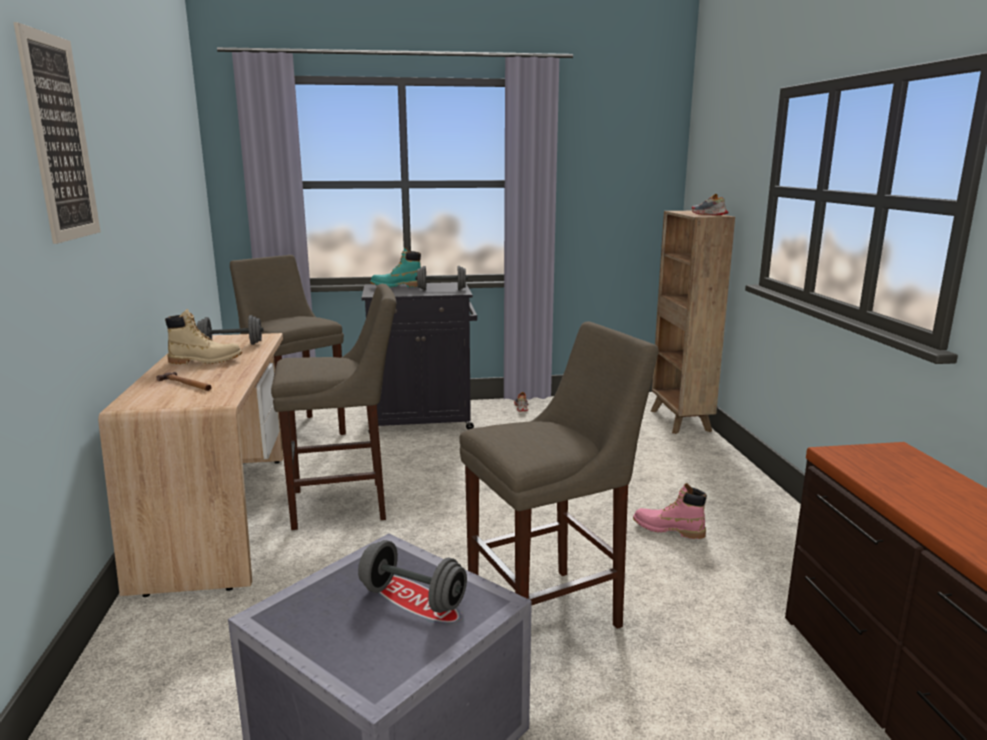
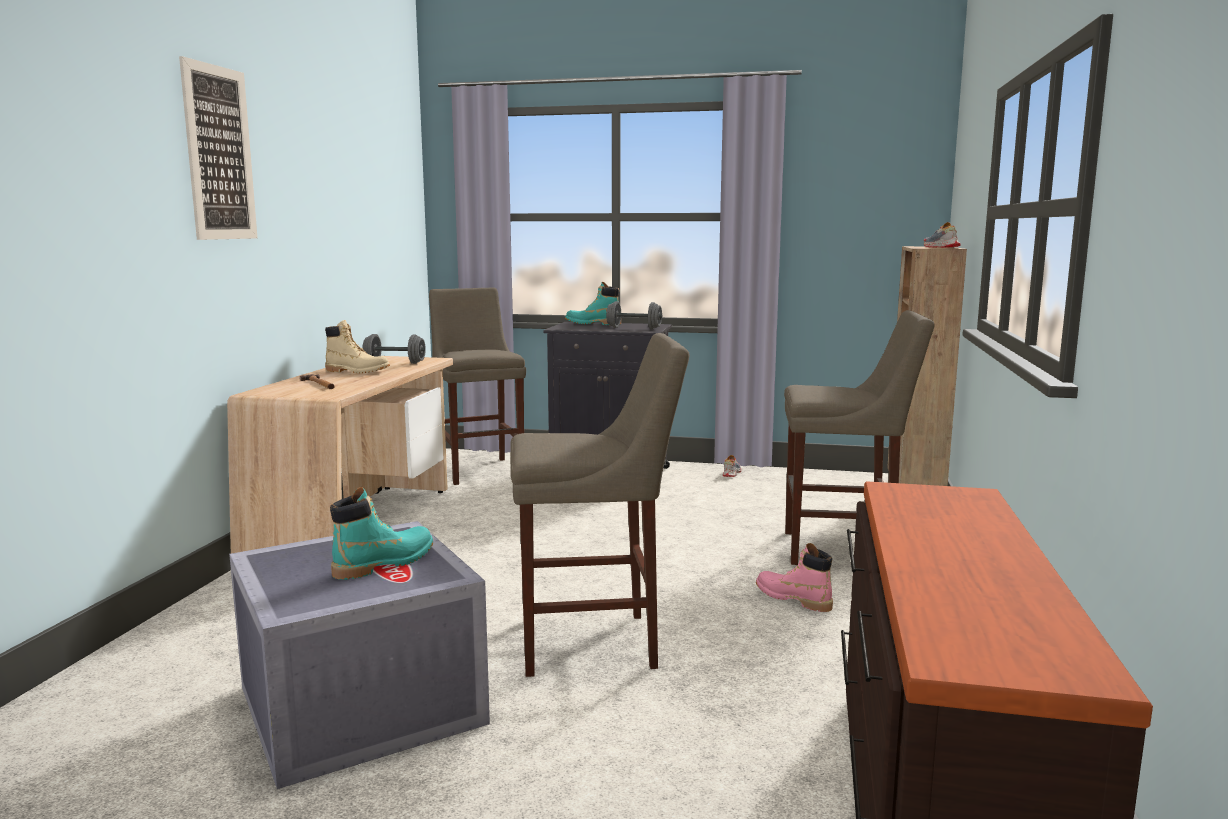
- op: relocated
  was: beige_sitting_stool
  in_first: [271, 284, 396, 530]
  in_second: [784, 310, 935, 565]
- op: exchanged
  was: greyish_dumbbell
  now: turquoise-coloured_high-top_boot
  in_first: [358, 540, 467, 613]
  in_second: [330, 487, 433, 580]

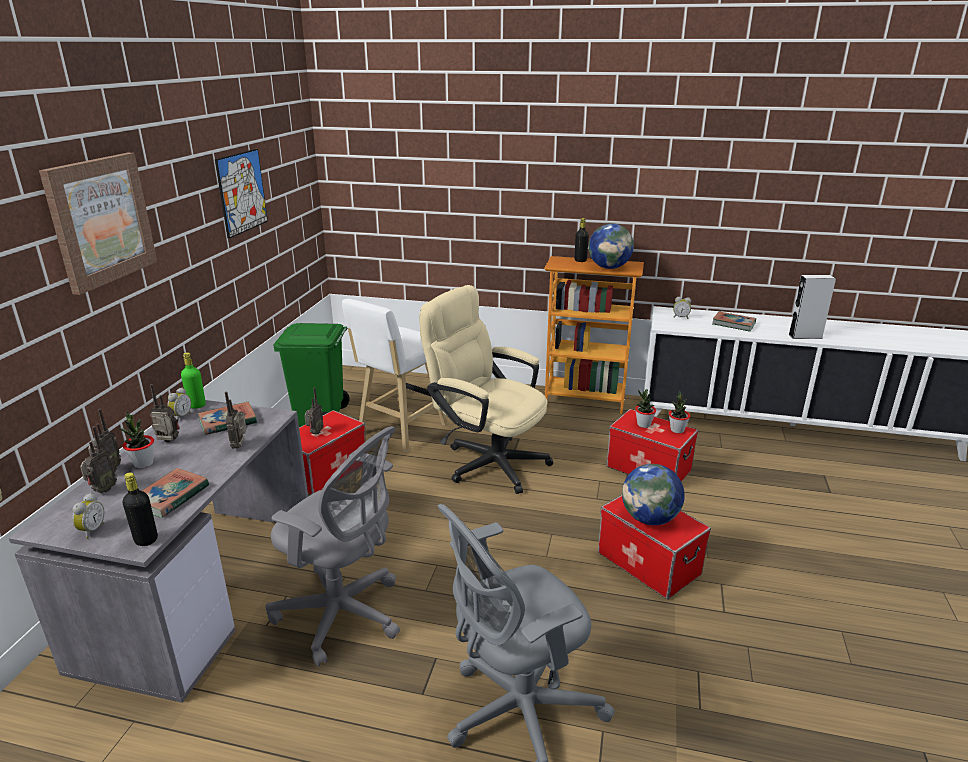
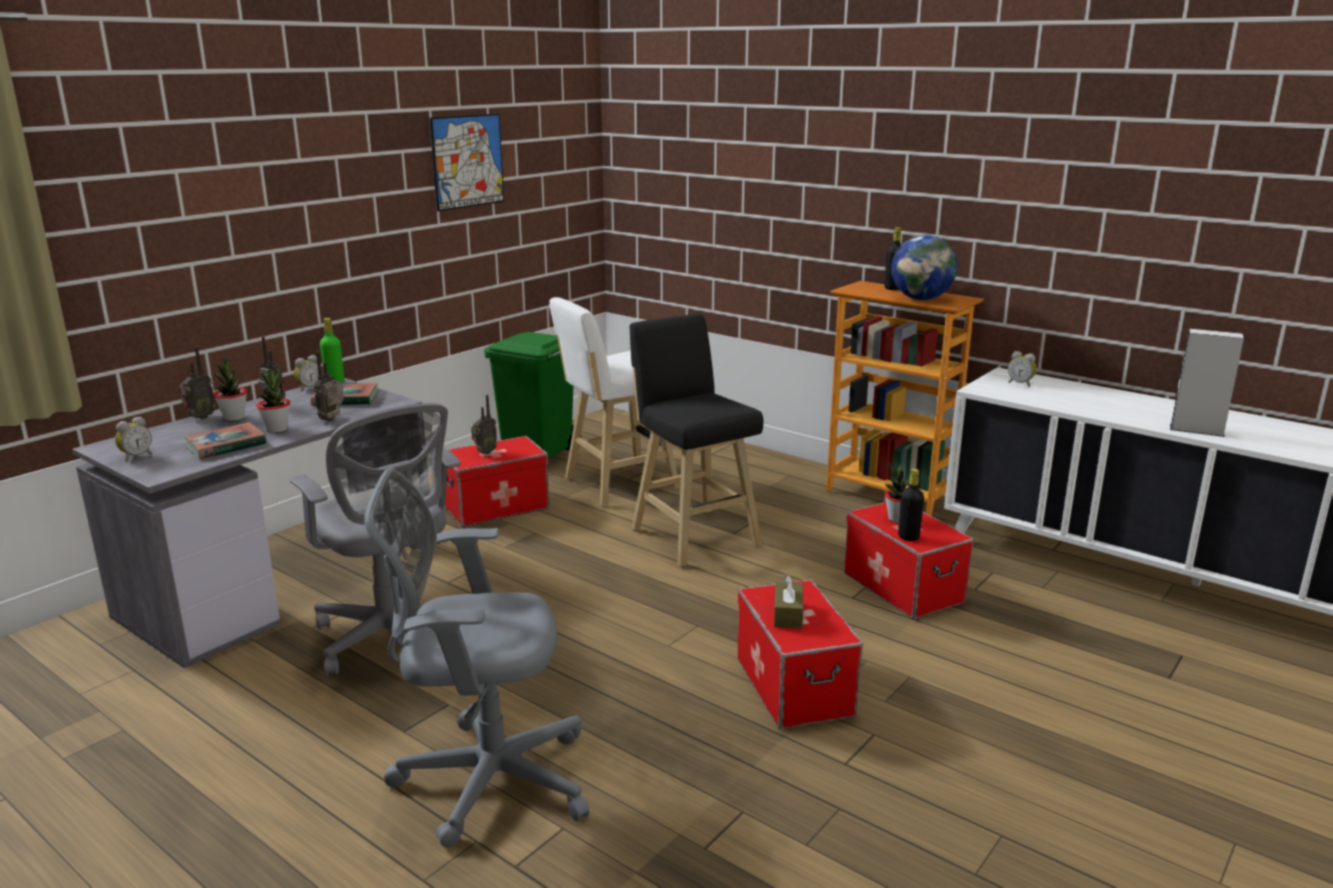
- op: missing
  was: picture
  in_first: [39, 153, 157, 295]
- op: missing
  was: radio_set
  in_first: [80, 426, 117, 493]
- op: relocated
  was: blackish_drink_bottle
  in_first: [123, 472, 158, 546]
  in_second: [898, 469, 924, 541]
- op: exchanged
  was: beige_desk_chair
  now: blackish_sitting_stool
  in_first: [419, 285, 553, 494]
  in_second: [630, 314, 763, 567]
- op: exchanged
  was: globe
  now: brownish_box_of_tissues
  in_first: [622, 464, 685, 525]
  in_second: [774, 575, 803, 629]
- op: relocated
  was: houseplant
  in_first: [669, 390, 690, 433]
  in_second: [256, 366, 290, 433]
- op: missing
  was: book
  in_first: [712, 312, 756, 332]

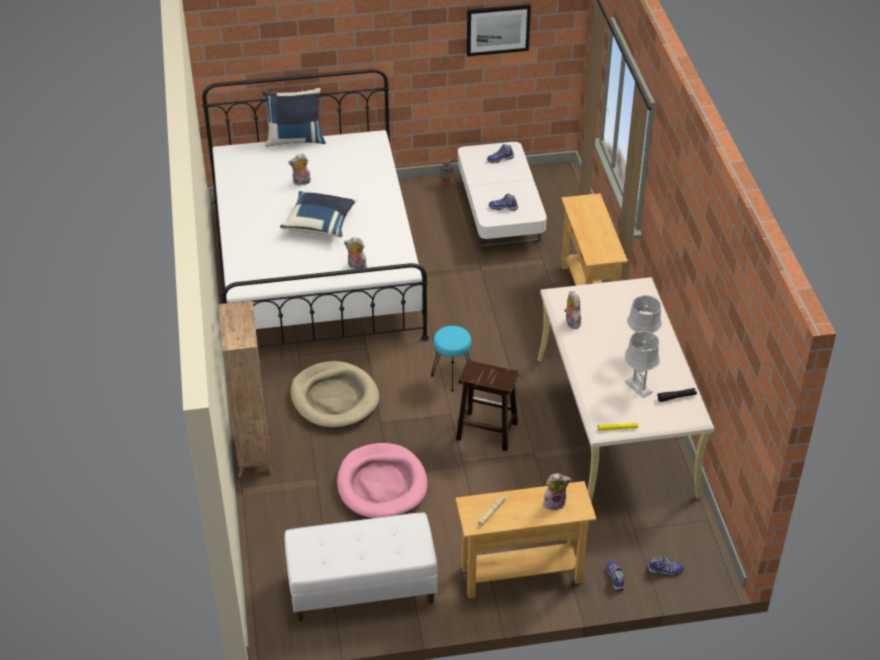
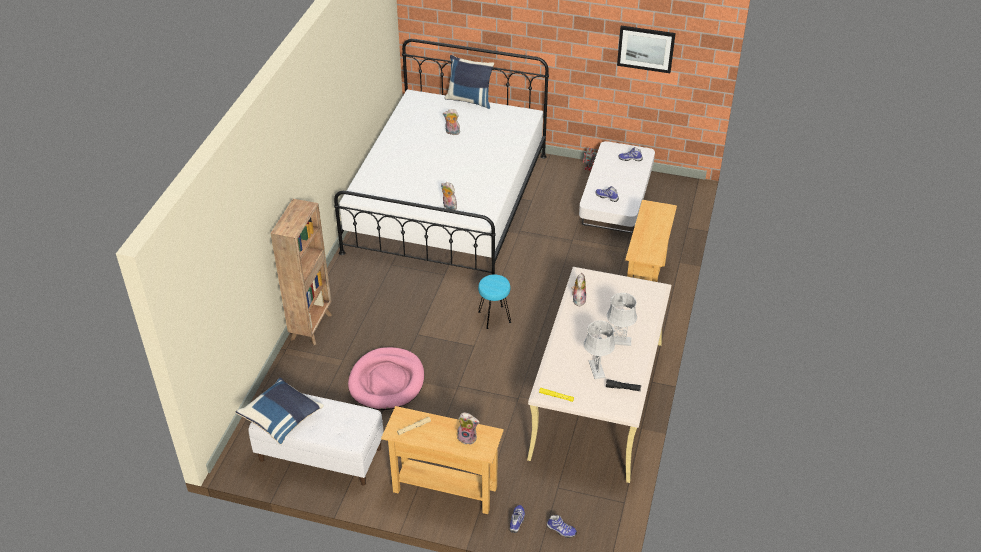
- op: relocated
  was: blue-coloured_cushion
  in_first: [280, 191, 357, 237]
  in_second: [236, 377, 324, 445]
- op: missing
  was: beige_pet_bed
  in_first: [290, 361, 379, 428]
- op: missing
  was: brownish_sitting_stool
  in_first: [456, 360, 519, 451]

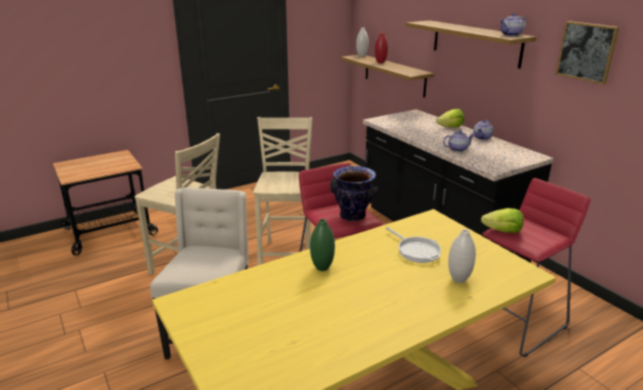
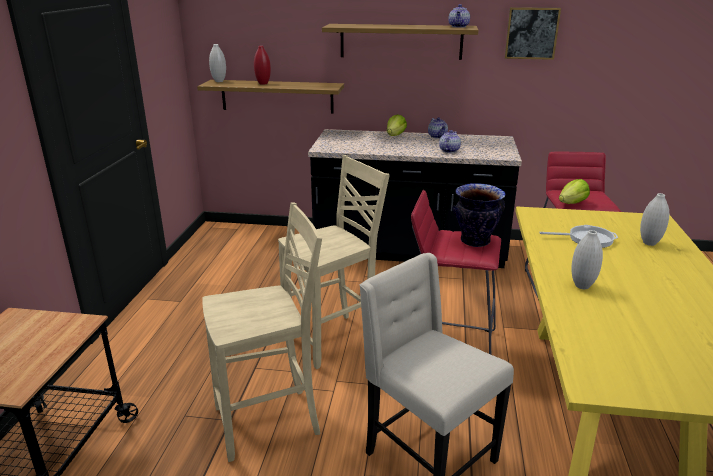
- op: spun
  was: beige_upright_chair
  in_first: [253, 117, 313, 265]
  in_second: [278, 155, 390, 369]
  clockwise: 105
- op: colour
  was: green_vase
  now: white_vase
  in_first: [310, 219, 335, 271]
  in_second: [571, 230, 603, 289]

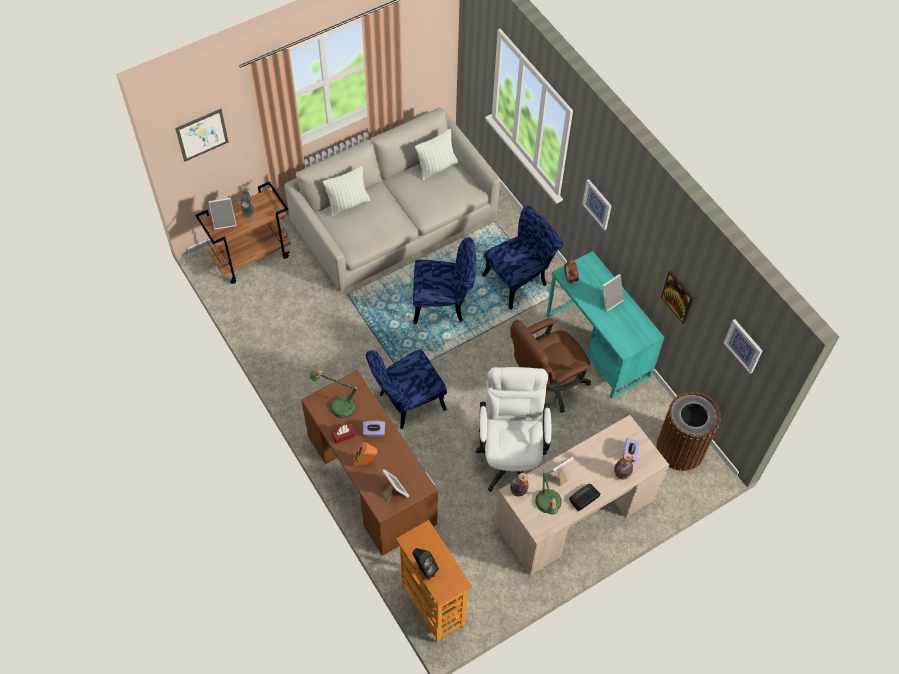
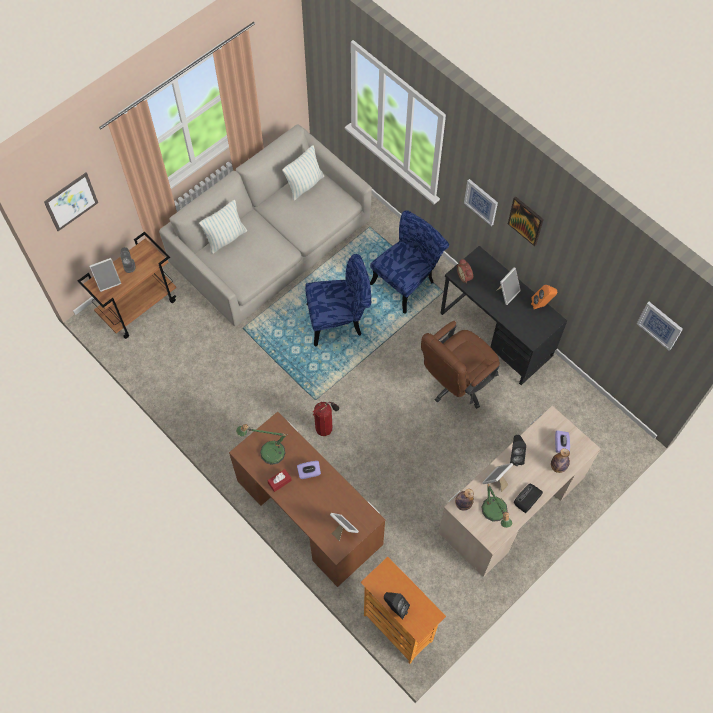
- op: relocated
  was: orange-coloured_audio_speaker
  in_first: [353, 442, 377, 466]
  in_second: [531, 285, 557, 309]
- op: exchanged
  was: blue-coloured_upright_chair
  now: extinguisher
  in_first: [366, 349, 447, 429]
  in_second: [313, 402, 339, 436]
- op: missing
  was: white_desk_chair
  in_first: [475, 367, 551, 492]
- op: colour
  was: turquoise-coloured_desk
  now: blackish_desk
  in_first: [546, 251, 664, 399]
  in_second: [441, 246, 567, 385]
- op: missing
  was: brownish_rubbish_bin
  in_first: [656, 392, 721, 471]
- op: relocated
  was: picture
  in_first: [661, 271, 694, 324]
  in_second: [508, 196, 544, 246]
- op: appeared
  now: blackish_audio_speaker
  in_second: [510, 435, 526, 466]

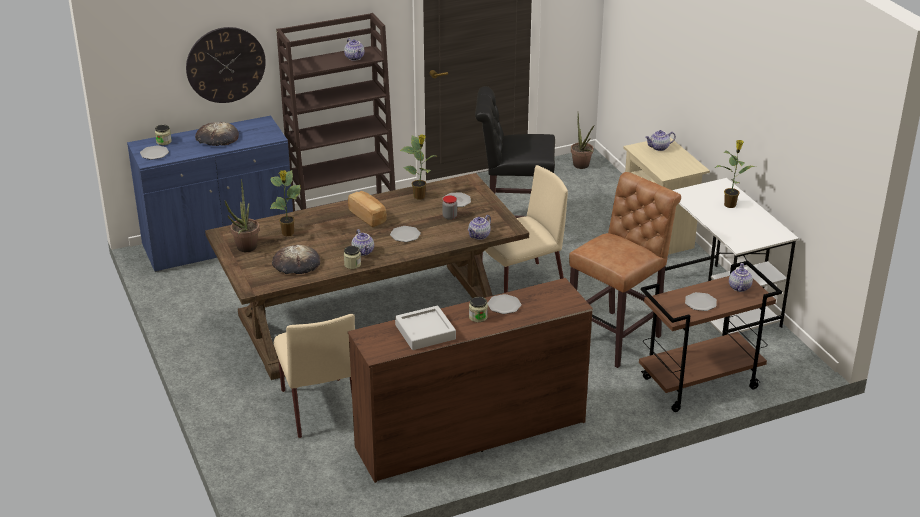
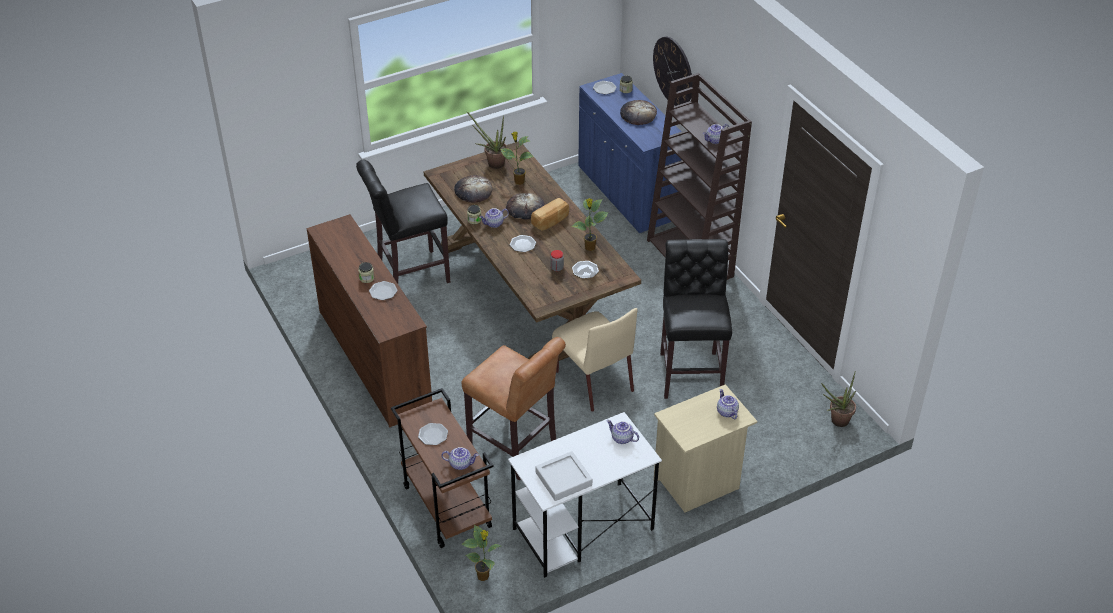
- op: exchanged
  was: beige_upright_chair
  now: blackish_sitting_stool
  in_first: [274, 314, 355, 438]
  in_second: [356, 159, 450, 283]
- op: relocated
  was: greyish_serving_tray
  in_first: [395, 306, 456, 350]
  in_second: [535, 451, 592, 501]
- op: relocated
  was: tea_pot
  in_first: [468, 215, 491, 240]
  in_second: [607, 420, 639, 444]
- op: relocated
  was: houseplant
  in_first: [715, 140, 757, 208]
  in_second: [461, 525, 501, 581]
- op: appeared
  now: bakery_bread
  in_second: [506, 193, 545, 220]

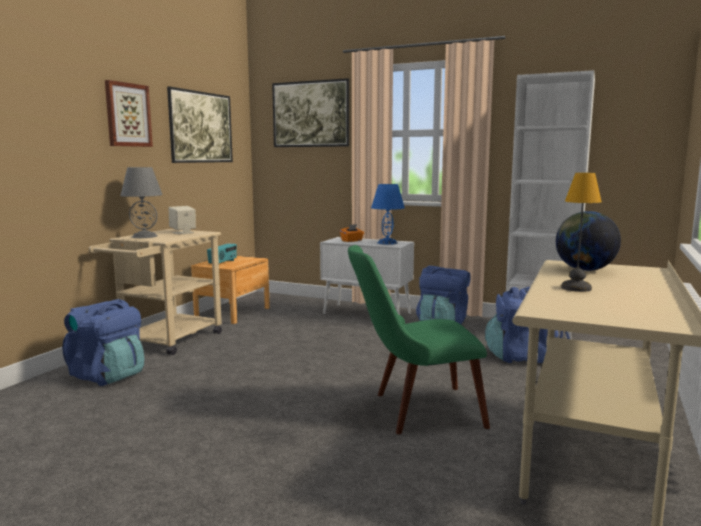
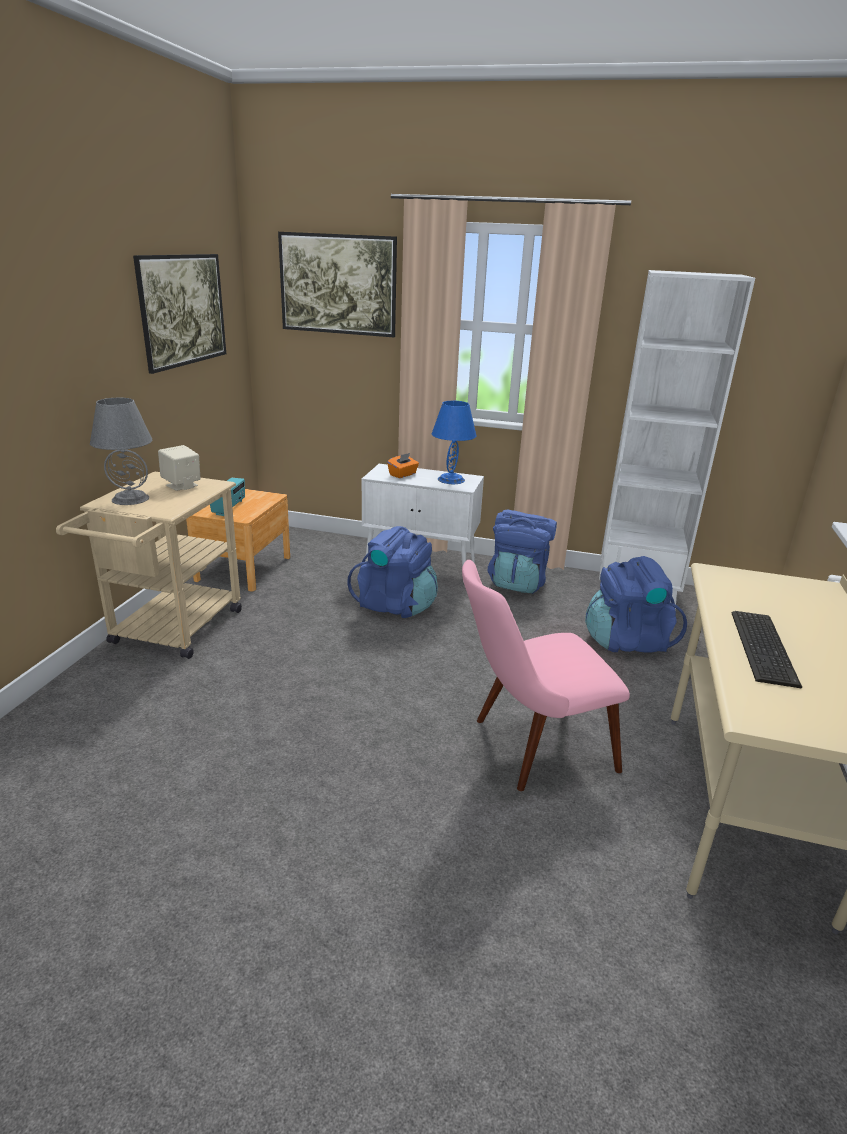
- op: relocated
  was: blue-coloured_rucksack
  in_first: [62, 299, 144, 386]
  in_second: [347, 526, 438, 618]
- op: missing
  was: picture
  in_first: [105, 80, 153, 147]
- op: colour
  was: green_upright_chair
  now: pink-coloured_upright_chair
  in_first: [348, 245, 490, 434]
  in_second: [462, 560, 630, 791]
- op: missing
  was: globe
  in_first: [556, 211, 621, 271]
- op: exchanged
  was: table_lamp
  now: PC_keyboard
  in_first: [561, 173, 602, 292]
  in_second: [731, 611, 802, 689]

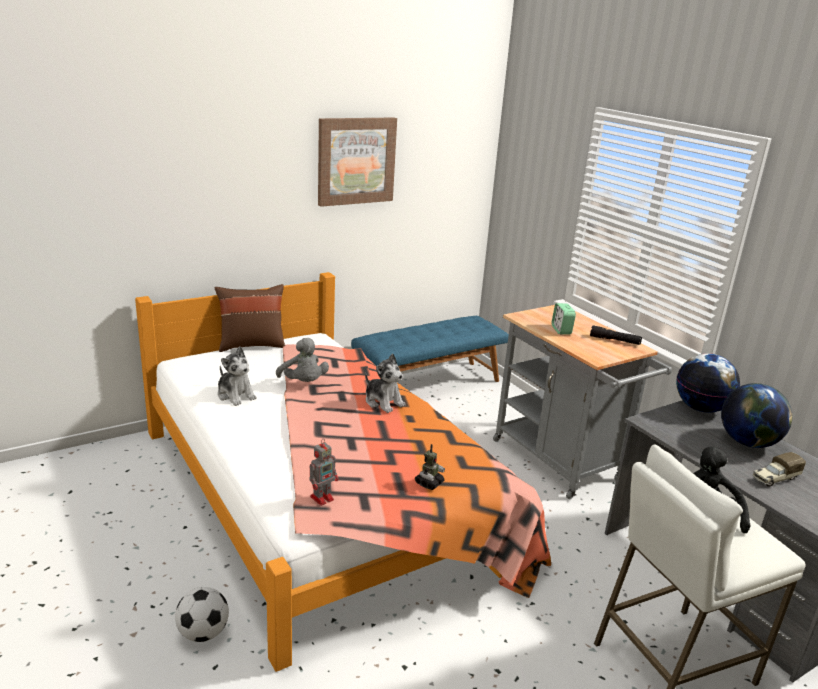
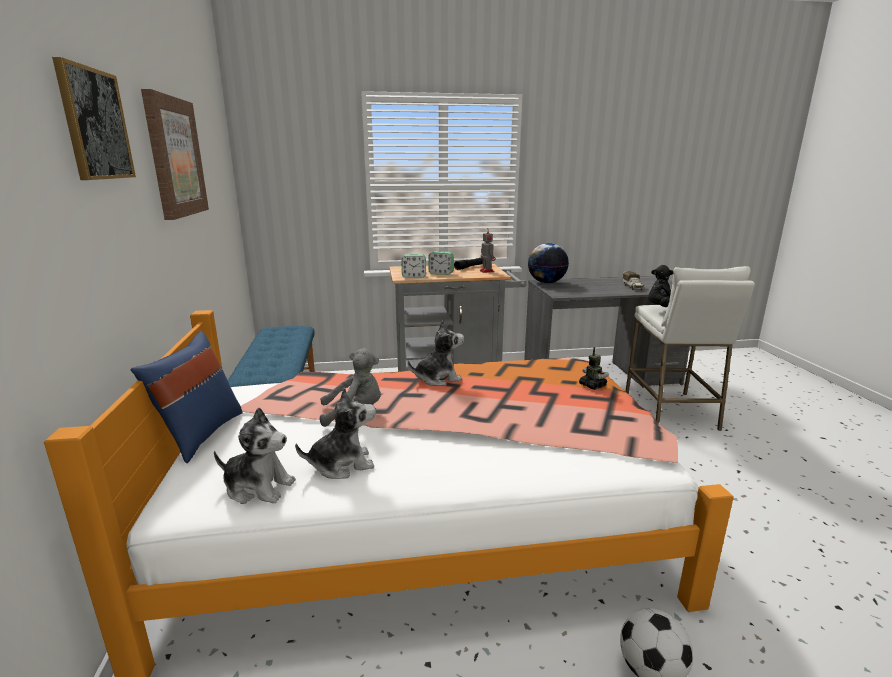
- op: colour
  was: brownish_cushion
  now: blue-coloured_cushion
  in_first: [214, 284, 285, 352]
  in_second: [131, 331, 243, 463]
- op: relocated
  was: toy_robot
  in_first: [310, 439, 339, 506]
  in_second: [480, 229, 496, 273]
- op: missing
  was: globe
  in_first: [721, 383, 792, 448]
- op: appeared
  now: picture
  in_second: [52, 57, 136, 180]
- op: appeared
  now: soft_toy
  in_second: [214, 407, 296, 504]
- op: appeared
  now: alarm_clock
  in_second: [401, 254, 426, 278]

